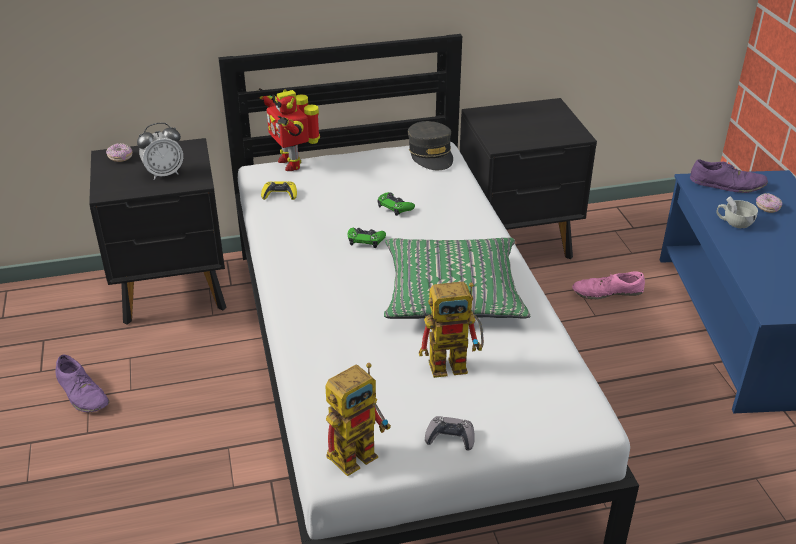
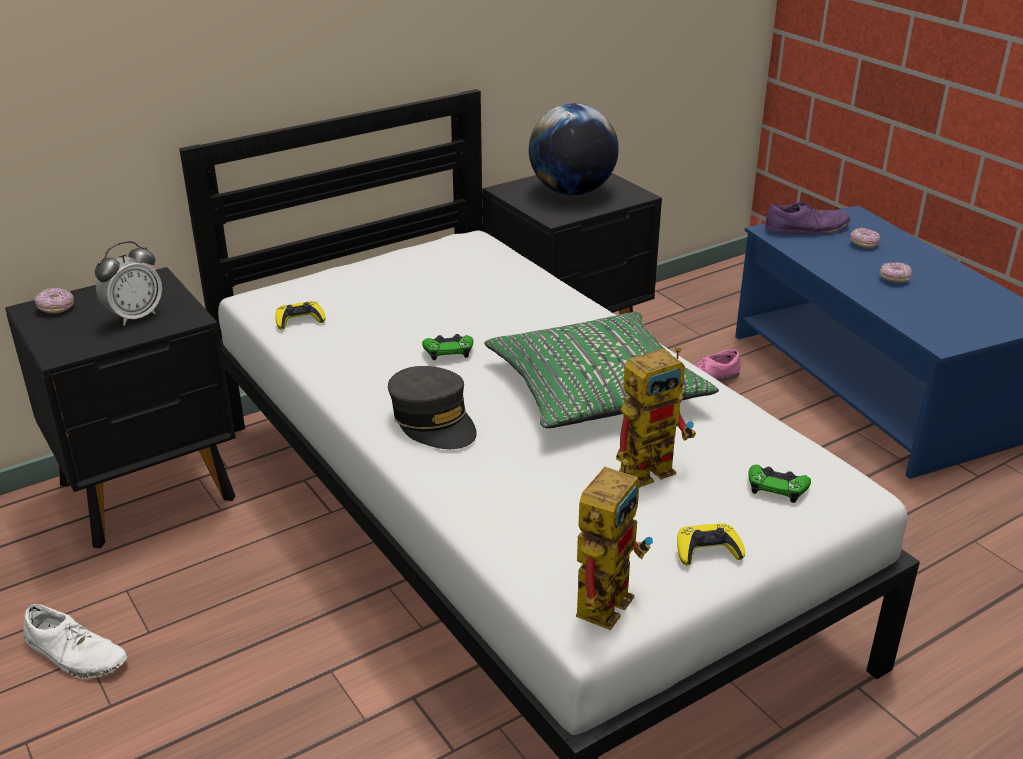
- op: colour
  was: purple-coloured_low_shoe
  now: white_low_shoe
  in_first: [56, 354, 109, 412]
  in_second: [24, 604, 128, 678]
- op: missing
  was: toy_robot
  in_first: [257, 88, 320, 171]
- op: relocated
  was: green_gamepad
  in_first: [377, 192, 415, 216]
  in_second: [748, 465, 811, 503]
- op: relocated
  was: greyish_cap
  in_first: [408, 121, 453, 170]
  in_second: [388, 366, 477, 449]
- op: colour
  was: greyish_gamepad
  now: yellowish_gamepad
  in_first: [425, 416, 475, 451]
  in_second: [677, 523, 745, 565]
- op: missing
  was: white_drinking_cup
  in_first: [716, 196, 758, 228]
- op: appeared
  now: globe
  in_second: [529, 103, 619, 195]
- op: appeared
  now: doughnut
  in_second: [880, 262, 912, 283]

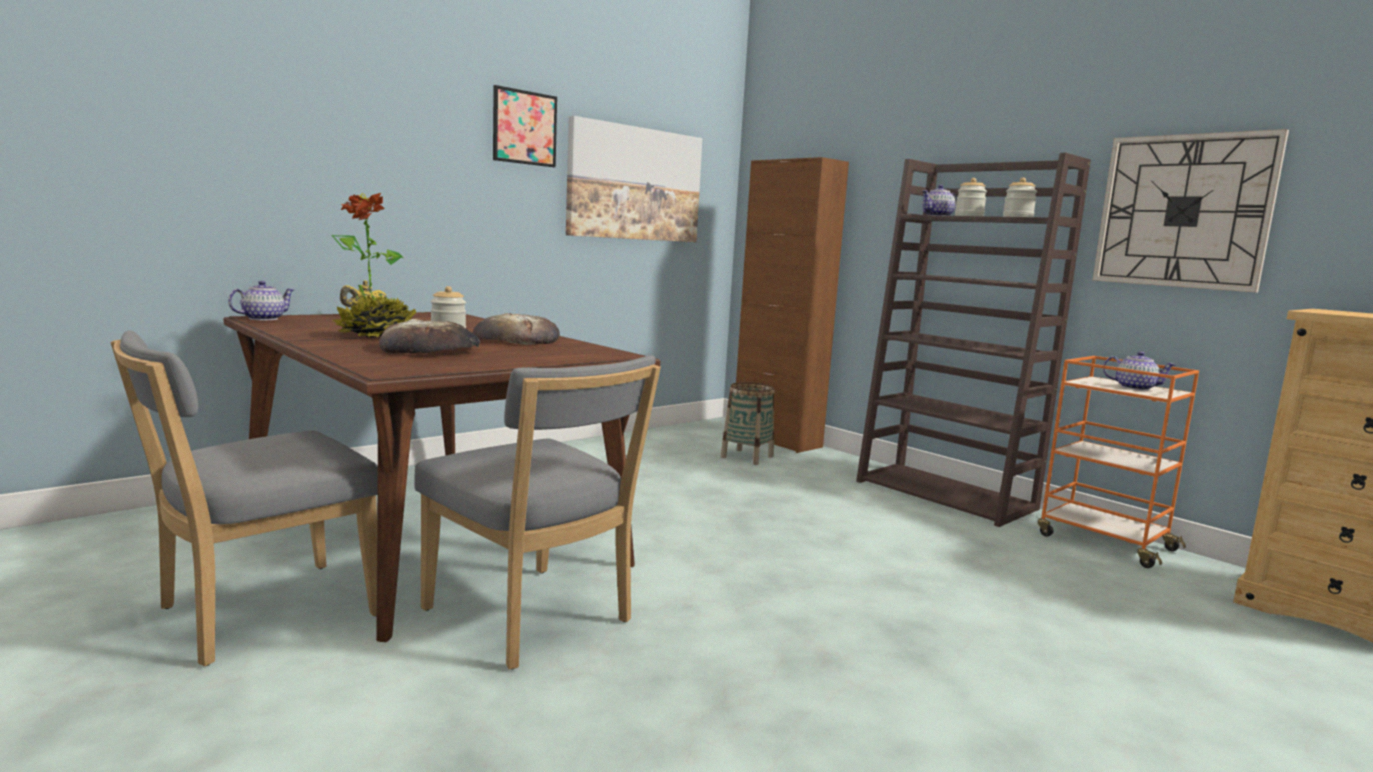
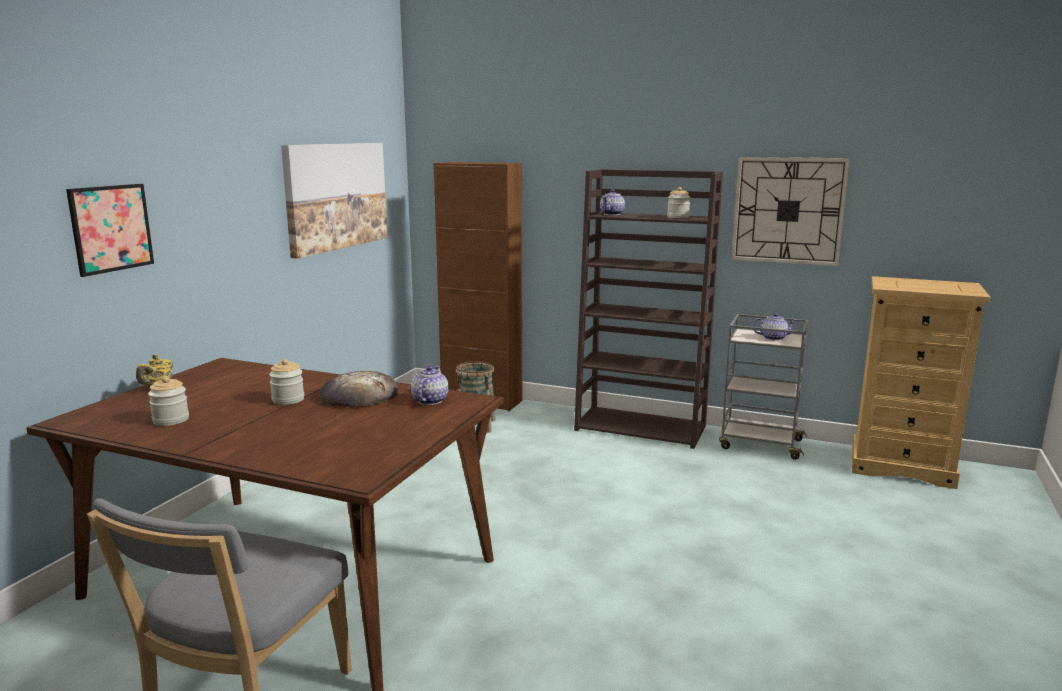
- op: relocated
  was: tea_pot
  in_first: [228, 281, 294, 320]
  in_second: [411, 366, 449, 405]
- op: missing
  was: houseplant
  in_first: [331, 193, 416, 338]
- op: missing
  was: bakery_bread
  in_first: [379, 319, 480, 354]
- op: missing
  was: greyish_upright_chair
  in_first: [414, 355, 661, 669]
- op: relocated
  was: picture
  in_first: [493, 85, 557, 167]
  in_second: [66, 184, 154, 277]
- op: relocated
  was: storage_jar
  in_first: [955, 178, 987, 216]
  in_second: [148, 376, 189, 426]
- op: colour
  was: orange-coloured_trolley
  now: greyish_trolley
  in_first: [1038, 356, 1199, 568]
  in_second: [719, 314, 808, 460]

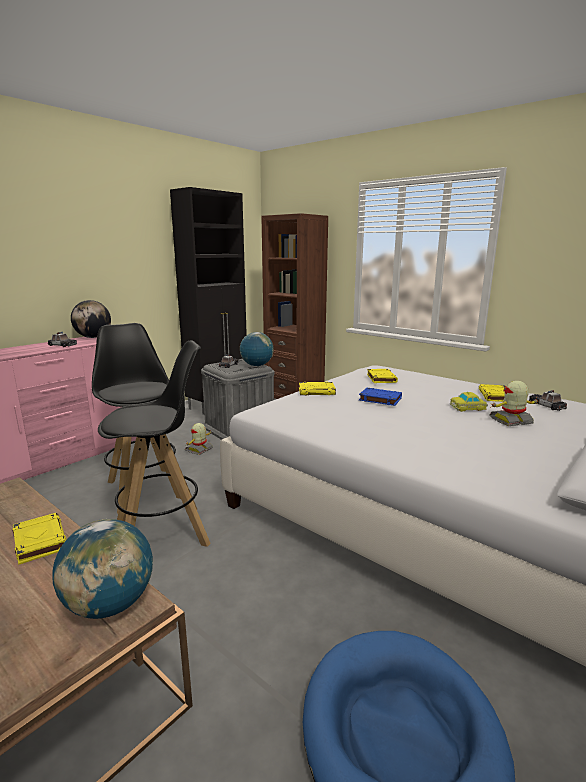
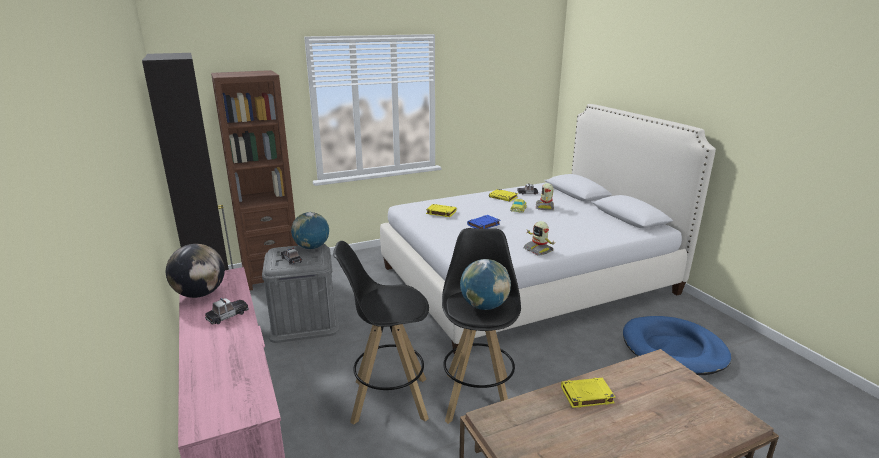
- op: relocated
  was: globe
  in_first: [52, 519, 153, 619]
  in_second: [460, 259, 511, 310]
- op: relocated
  was: toy_robot
  in_first: [185, 423, 213, 455]
  in_second: [524, 221, 554, 255]
- op: missing
  was: yellowish_book
  in_first: [299, 382, 336, 395]

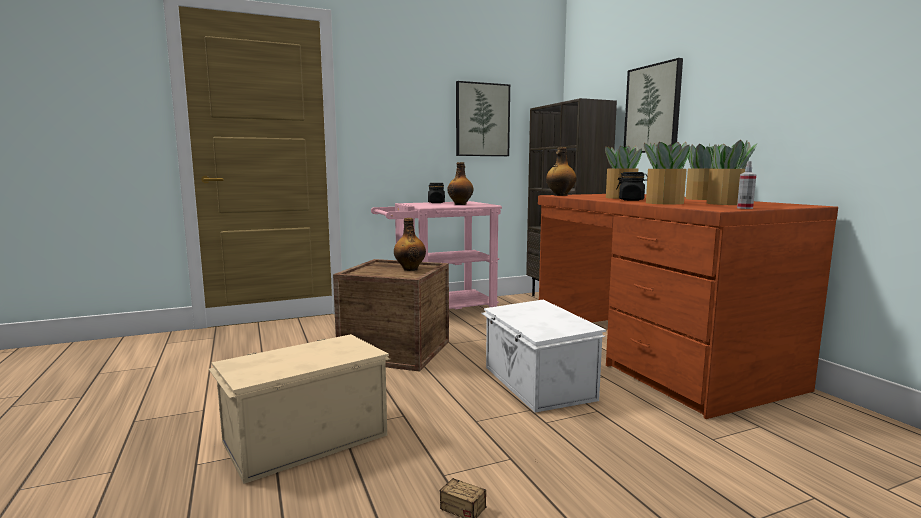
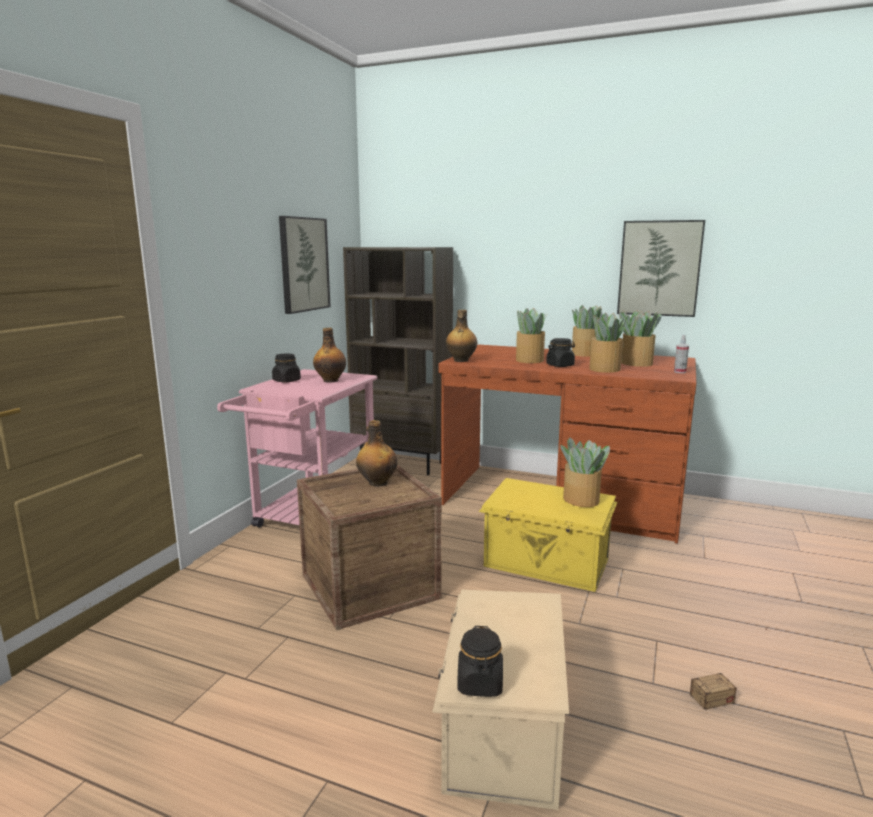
- op: colour
  was: white_storage_box
  now: yellowish_storage_box
  in_first: [481, 299, 606, 412]
  in_second: [479, 478, 617, 592]
- op: relocated
  was: picture
  in_first: [624, 58, 683, 153]
  in_second: [617, 220, 705, 317]
- op: appeared
  now: blackish_storage_jar
  in_second: [458, 626, 503, 697]
- op: appeared
  now: houseplant
  in_second: [560, 437, 610, 507]

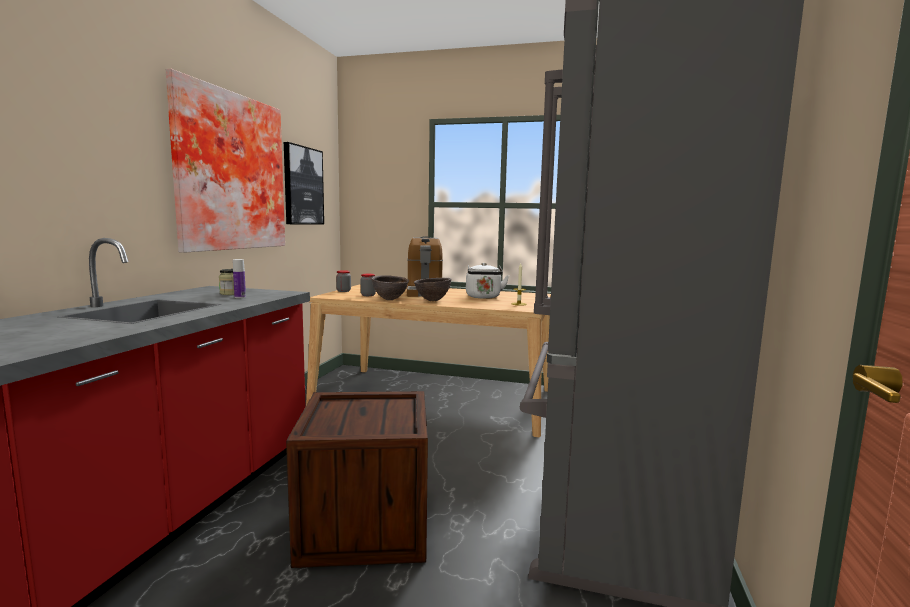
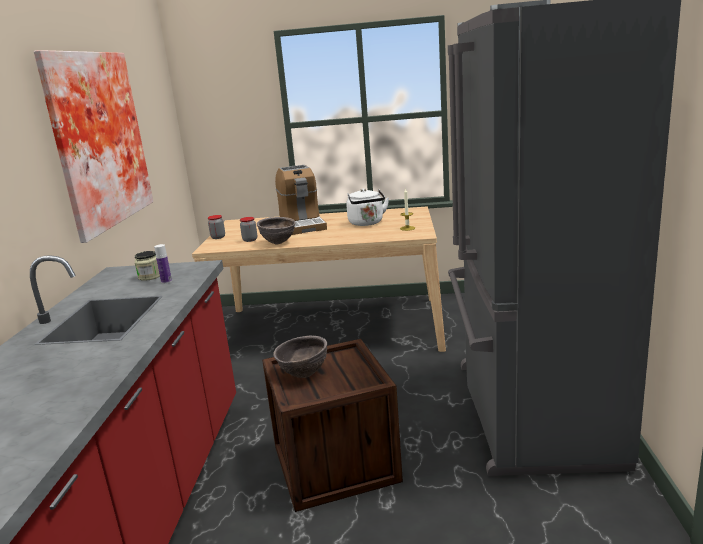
- op: missing
  was: picture
  in_first: [284, 142, 324, 225]
- op: relocated
  was: brownish_serving_bowl
  in_first: [414, 278, 452, 301]
  in_second: [273, 336, 327, 378]

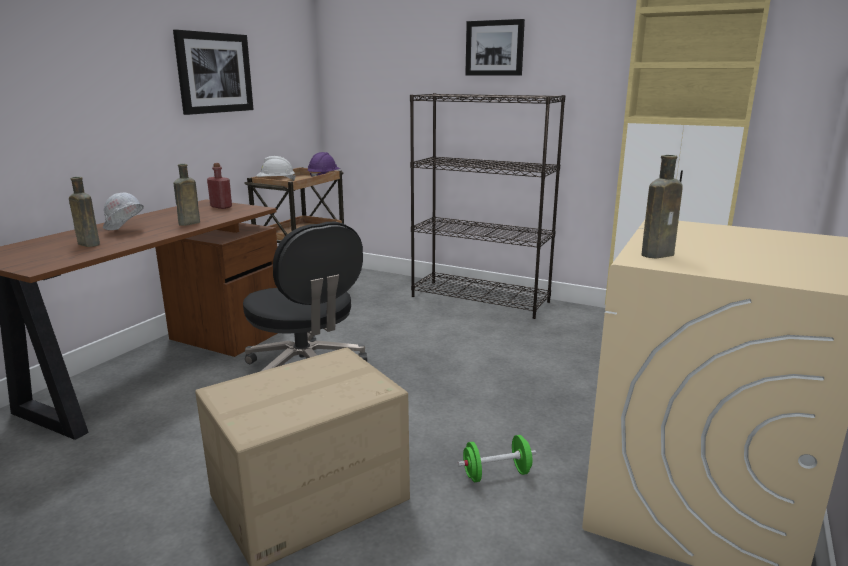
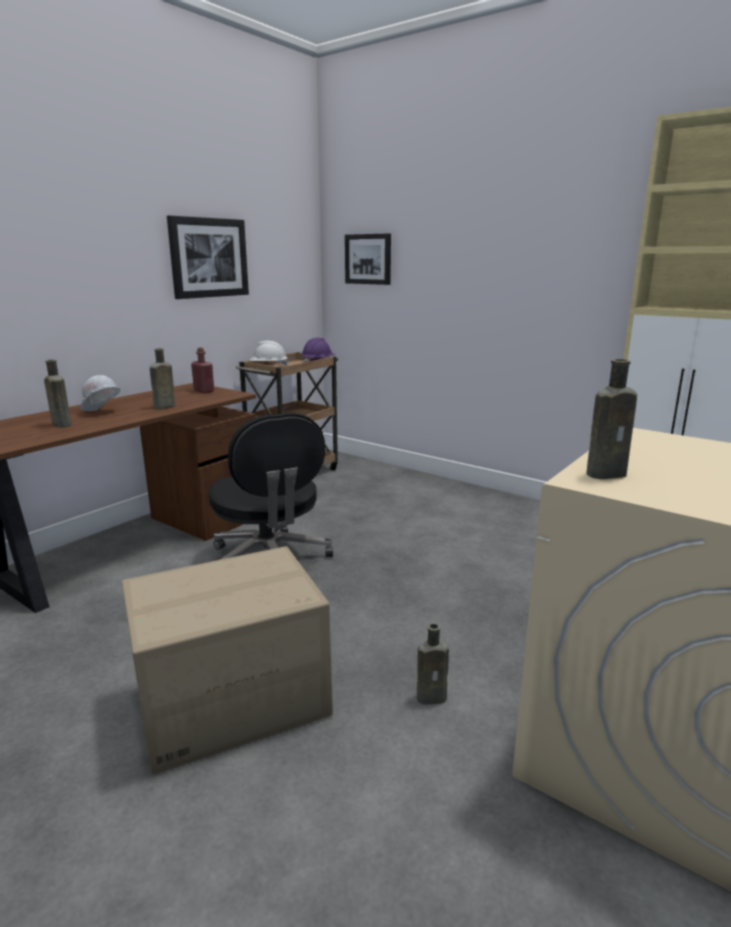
- op: missing
  was: blackish_bookcase
  in_first: [410, 93, 565, 319]
- op: exchanged
  was: green_dumbbell
  now: brownish_drink_bottle
  in_first: [458, 435, 536, 482]
  in_second: [417, 623, 449, 705]
- op: relocated
  was: picture
  in_first: [465, 19, 525, 76]
  in_second: [345, 233, 391, 285]

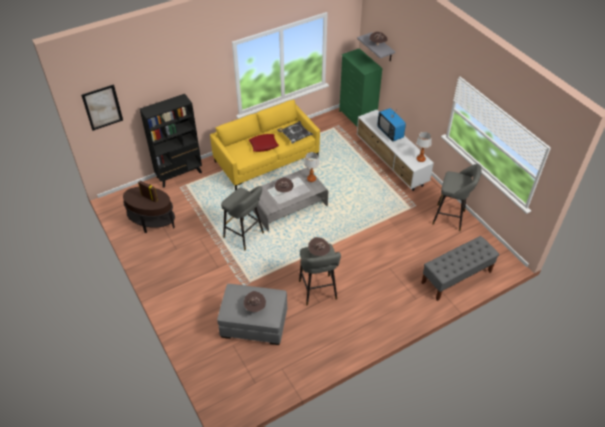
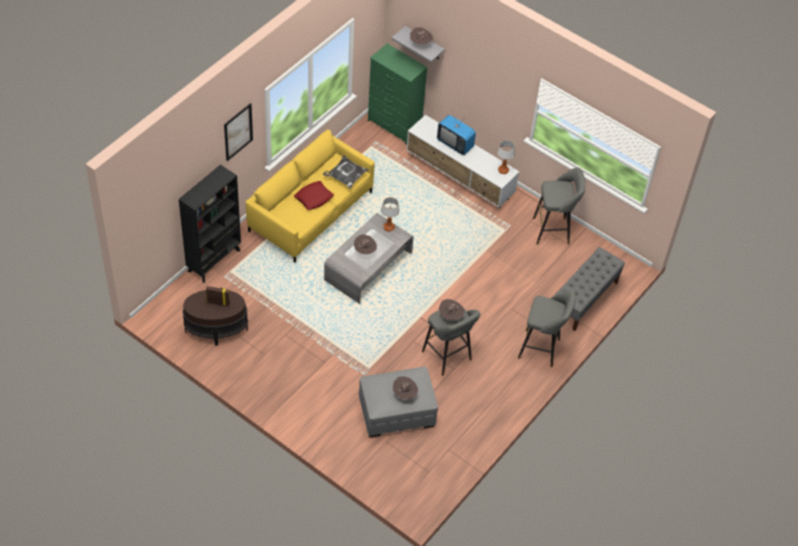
- op: relocated
  was: picture
  in_first: [81, 84, 123, 131]
  in_second: [224, 103, 253, 161]
- op: relocated
  was: greyish_sitting_stool
  in_first: [221, 186, 264, 250]
  in_second: [518, 291, 576, 367]

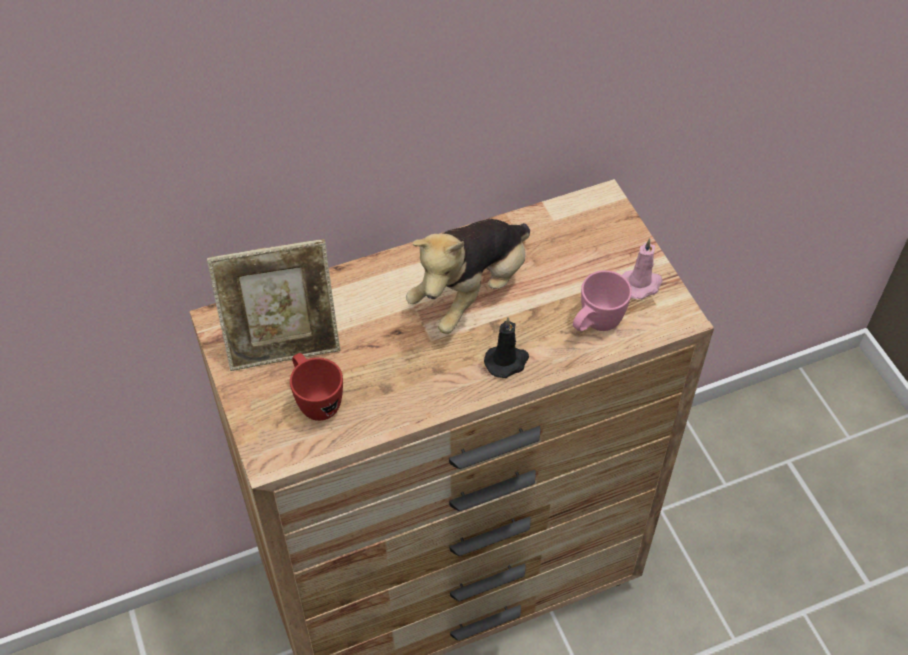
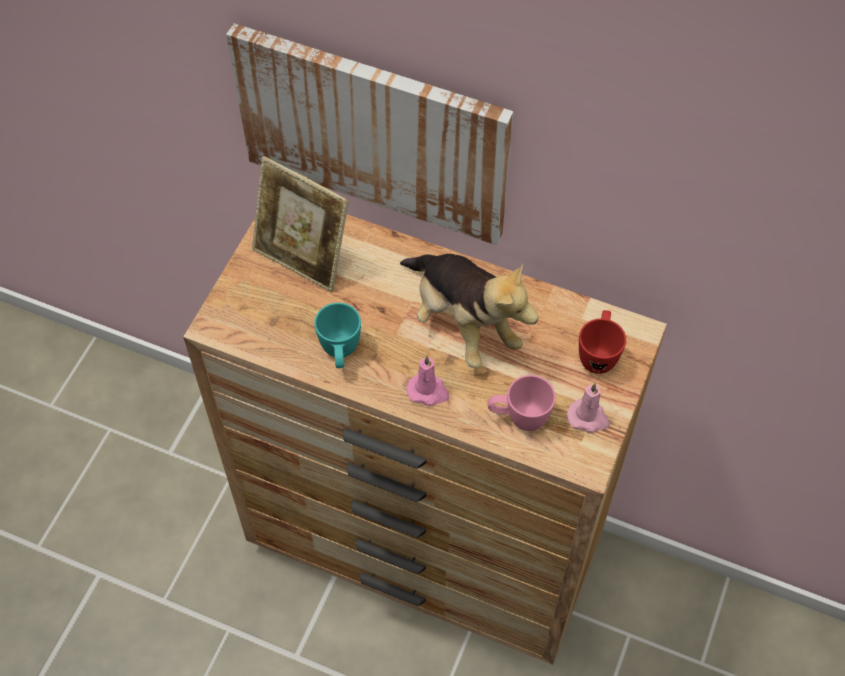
- op: relocated
  was: red_mug
  in_first: [290, 353, 343, 421]
  in_second: [579, 310, 626, 374]
- op: spun
  was: soft_toy
  in_first: [406, 219, 530, 334]
  in_second: [400, 254, 539, 368]
  clockwise: -120
- op: colour
  was: blackish_wax_light
  now: pink-coloured_wax_light
  in_first: [484, 317, 529, 378]
  in_second: [407, 356, 449, 406]
- op: appeared
  now: picture
  in_second: [226, 23, 514, 245]
- op: appeared
  now: turquoise-coloured_mug
  in_second: [314, 303, 361, 368]

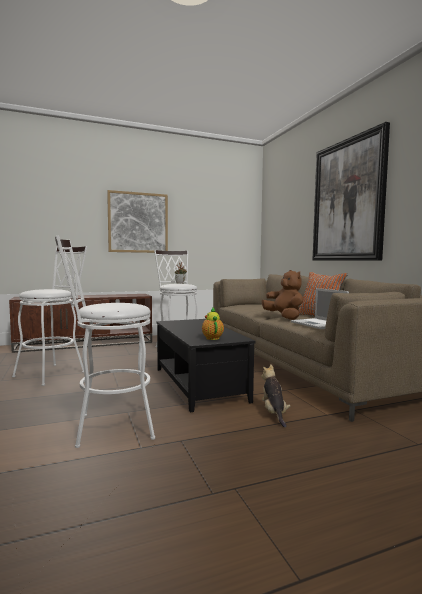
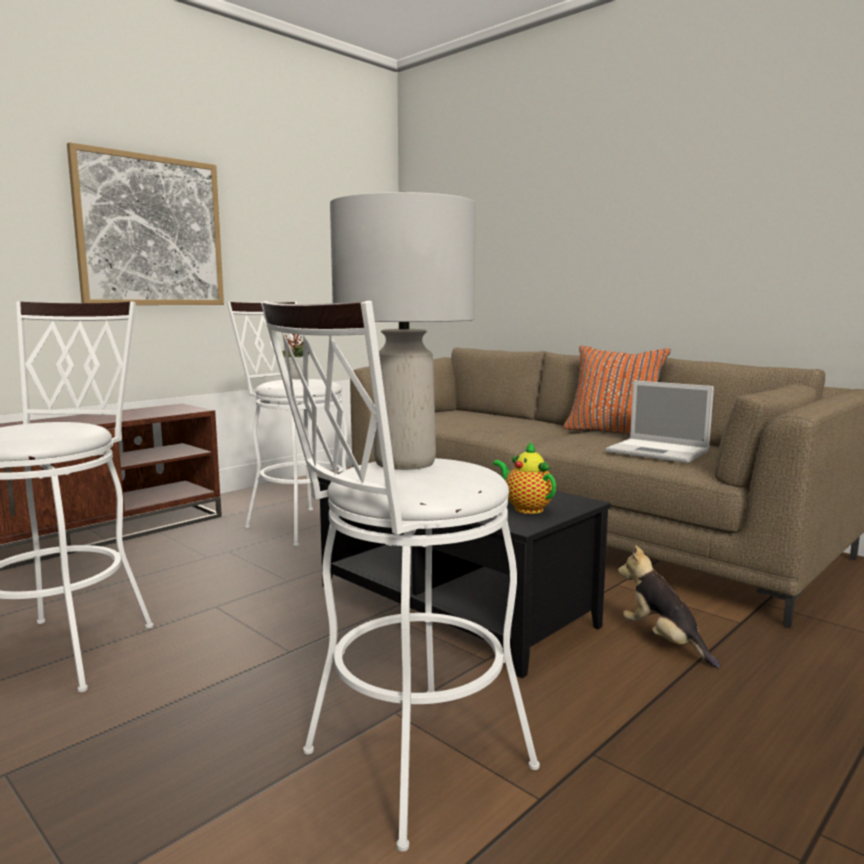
- op: missing
  was: brownish_soft_toy
  in_first: [262, 270, 303, 320]
- op: missing
  was: picture
  in_first: [313, 122, 390, 261]
- op: appeared
  now: greyish_table_lamp
  in_second: [330, 191, 476, 470]

